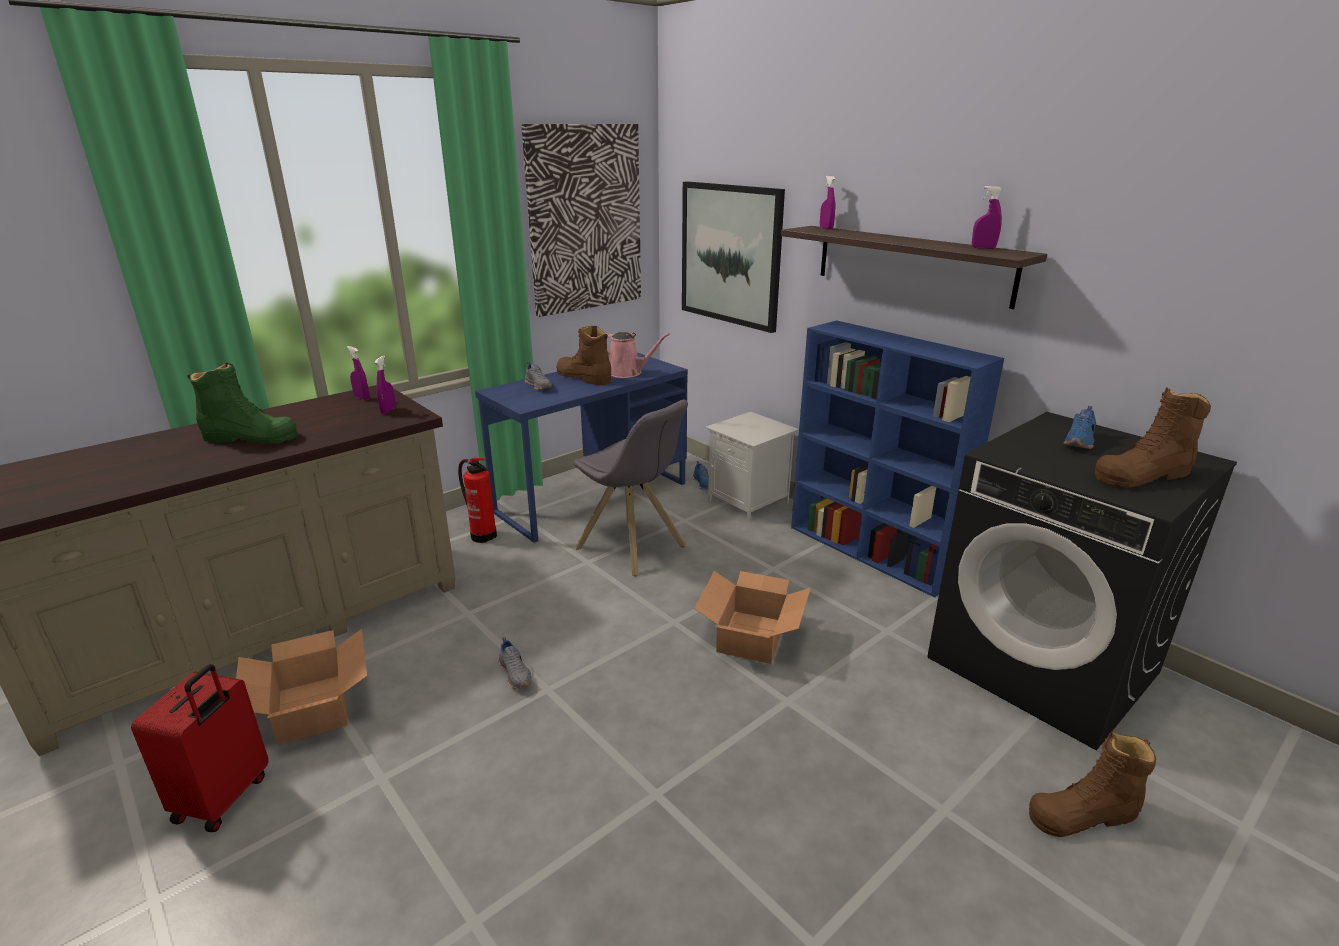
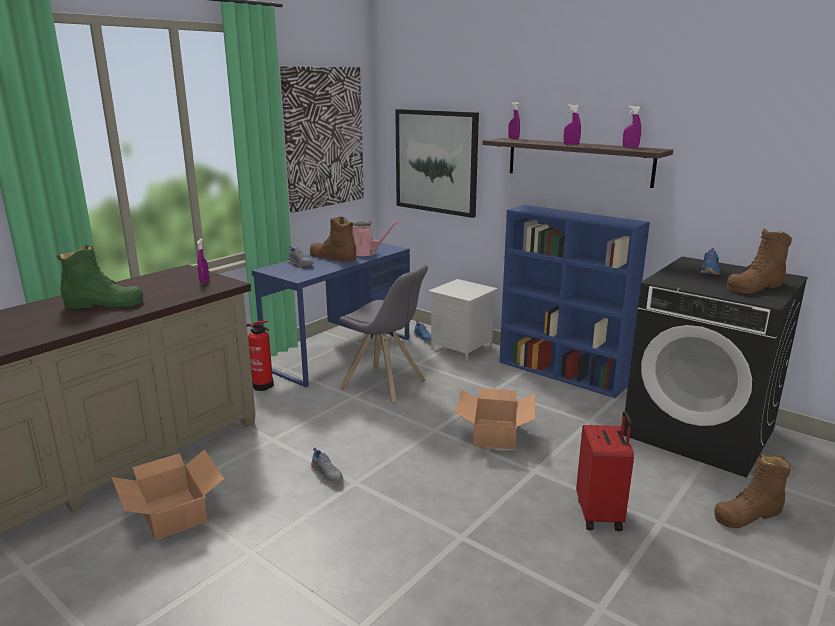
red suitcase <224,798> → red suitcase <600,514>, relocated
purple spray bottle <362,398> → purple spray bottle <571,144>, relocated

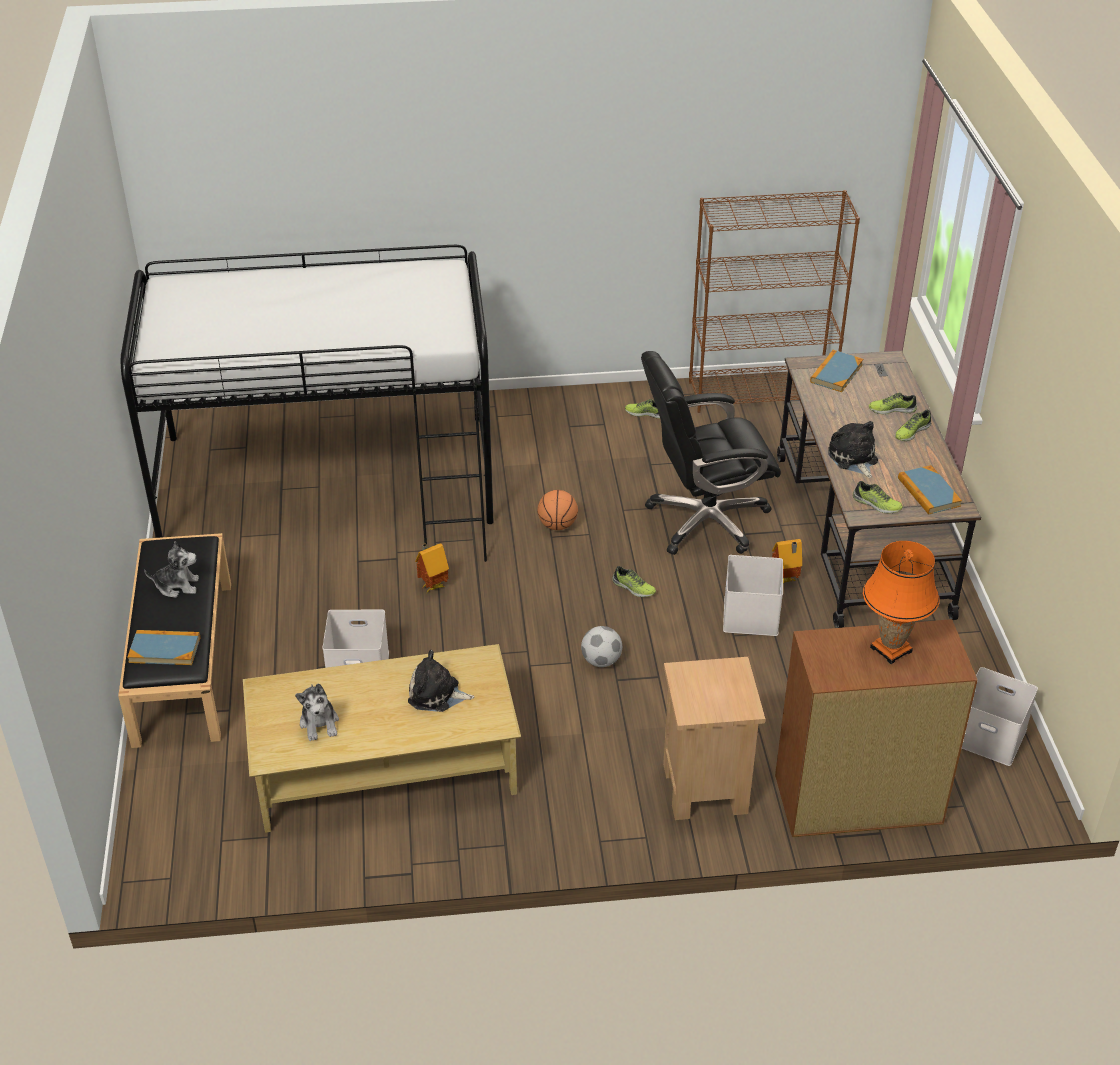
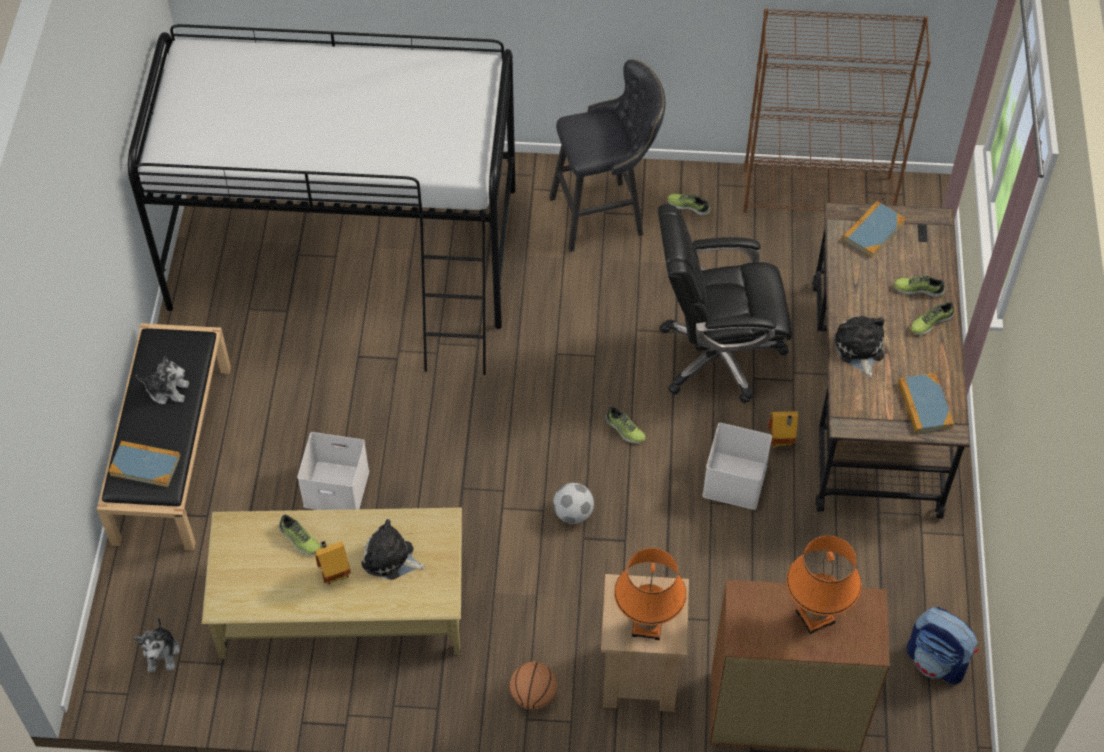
plush toy <319,723> → plush toy <162,653>, relocated
toy house <432,586> → toy house <334,574>, relocated
basketball <557,525> → basketball <533,695>, relocated
shoe <876,504> → shoe <299,539>, relocated
white storage box <991,736> → backpack <937,661>
- → black stool <607,213>
- → orange table lamp <647,625>

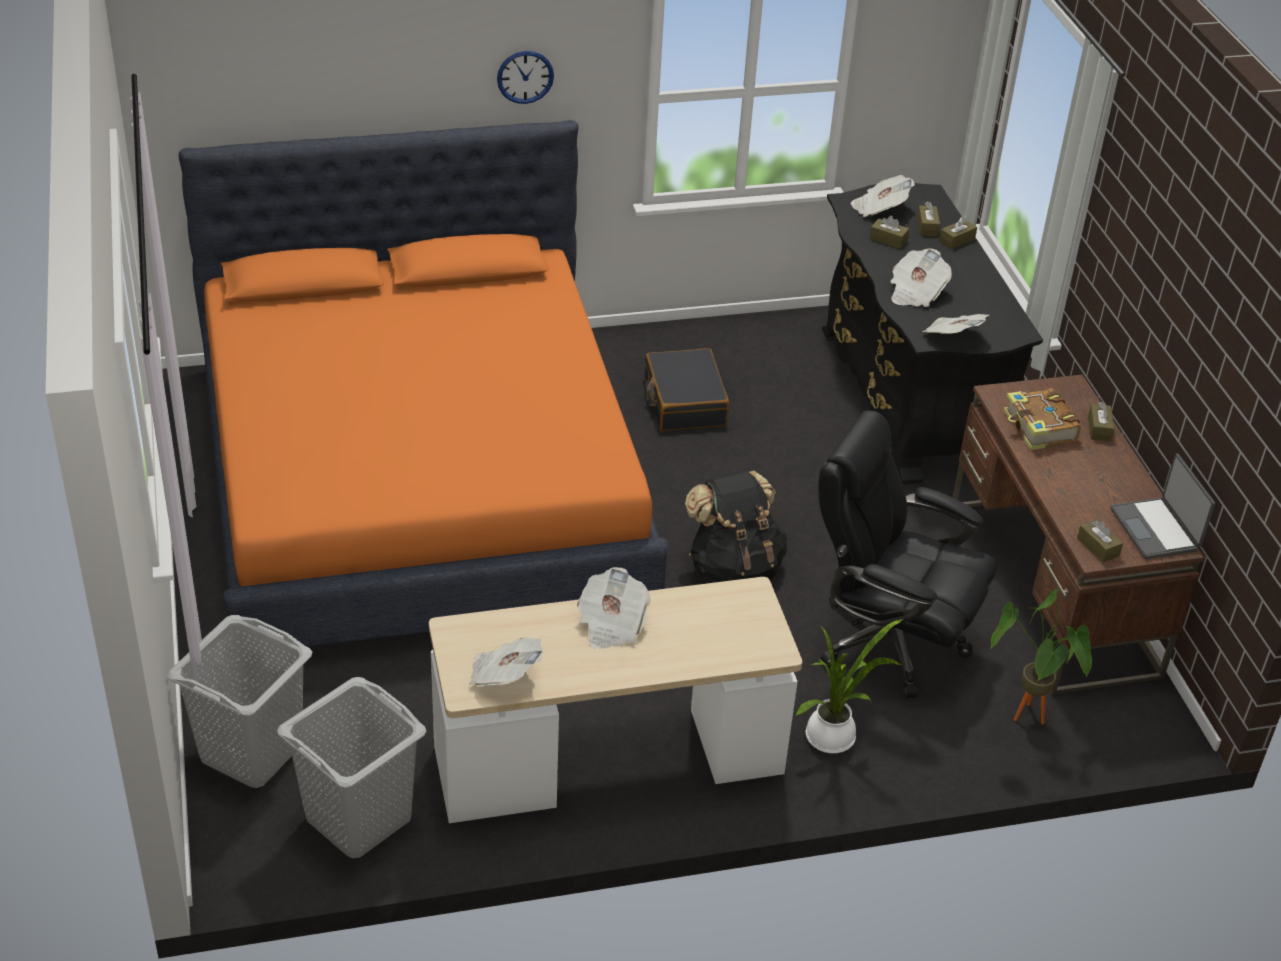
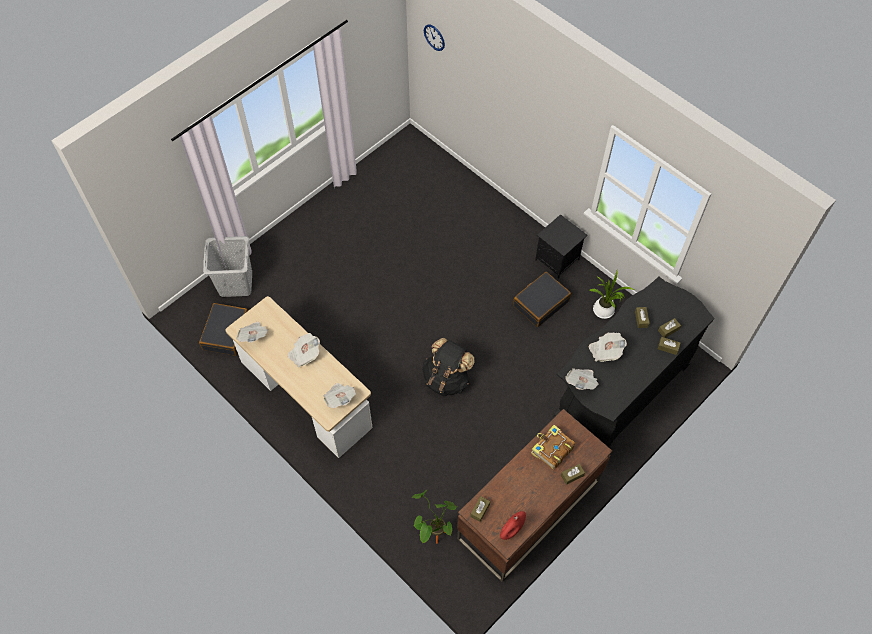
orange bed <419,484> → -
grey laundry basket <357,818> → black suitcase <226,333>
wall clock <525,77> → wall clock <434,37>, relocated
potted plant <834,737> → potted plant <604,311>, relocated
black office chair <890,642> → -
newspaper <879,209> → newspaper <340,398>, relocated
laptop <1156,529> → red vase <512,530>
- → black nightstand <558,260>

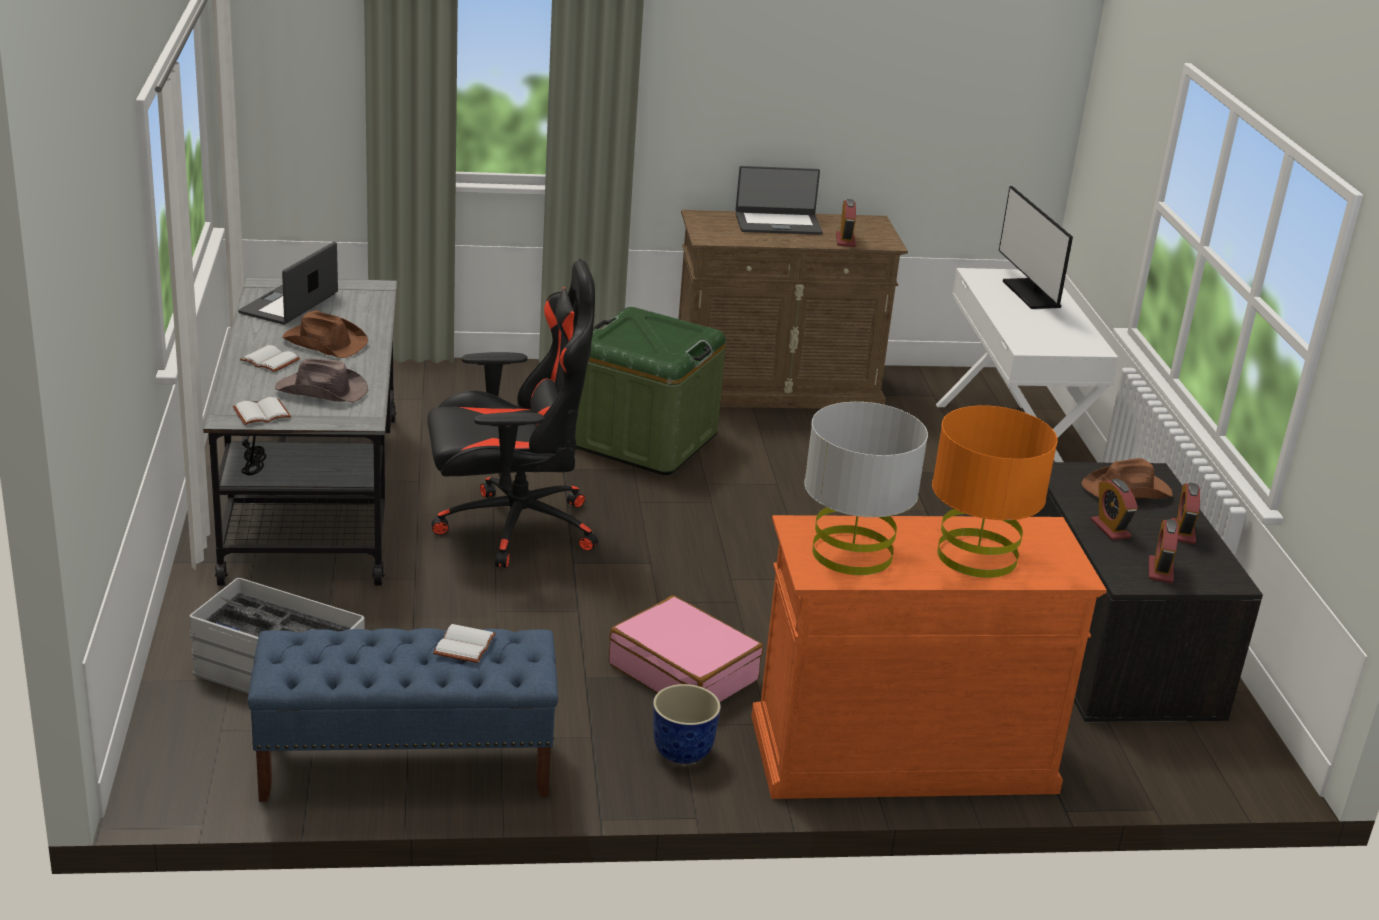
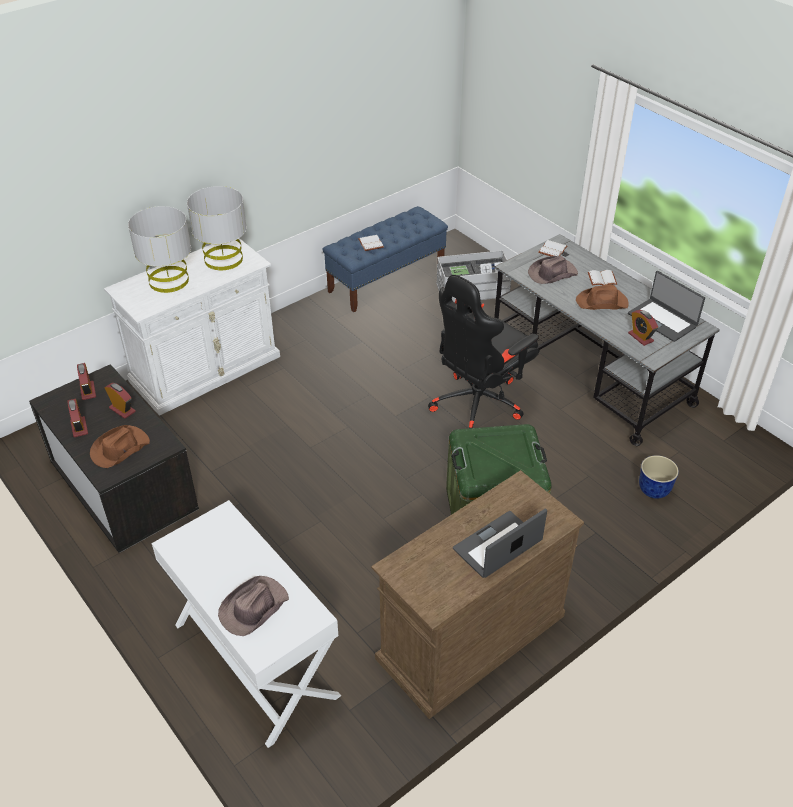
laptop <290,304> → laptop <662,320>, 150 degrees clockwise
pink suitcase <684,672> → -
planter <683,752> → planter <653,490>, relocated
orange dresser <902,754> → white dresser <205,368>
alarm clock <845,240> → alarm clock <640,337>, relocated
orange table lamp <977,556> → grey table lamp <169,281>
monitor <1031,294> → brown hat <253,608>

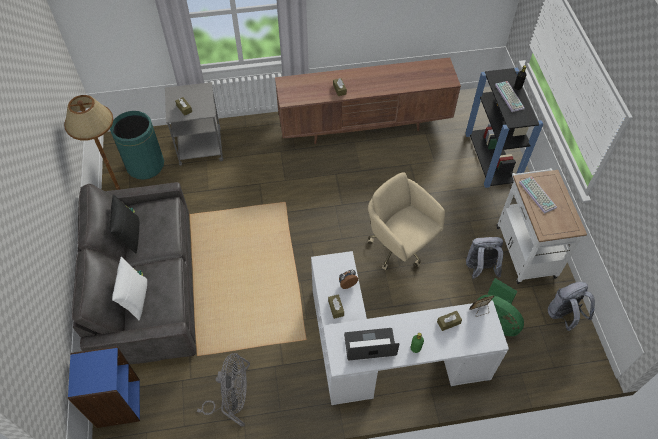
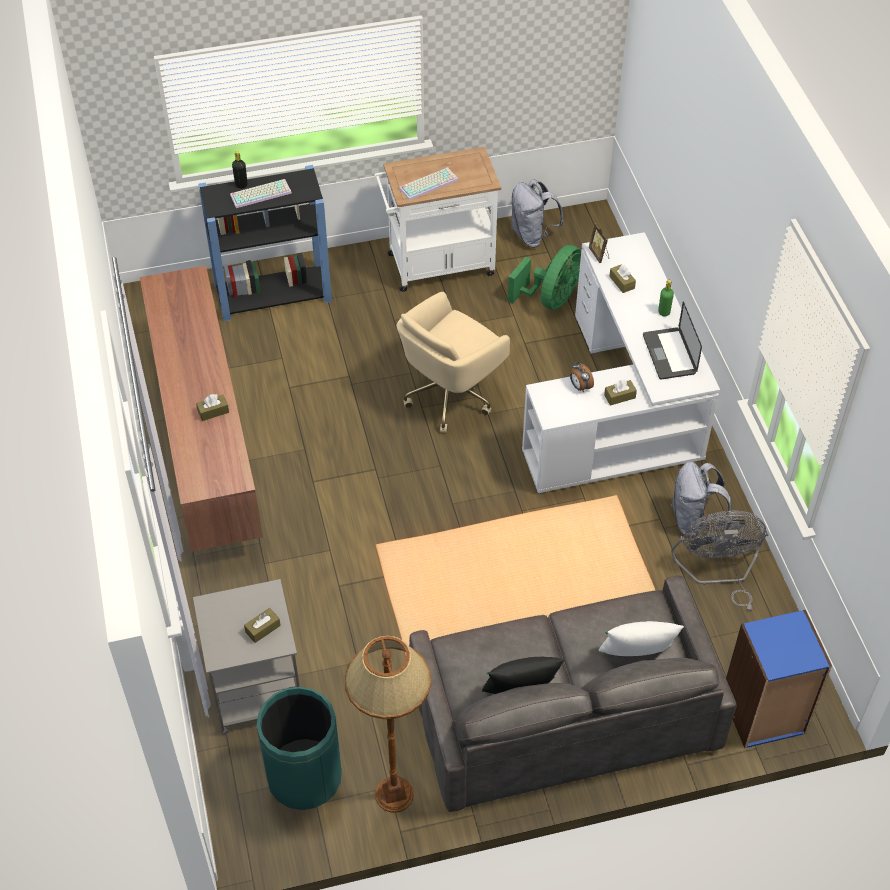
grey backpack <480,268> → grey backpack <694,520>, relocated

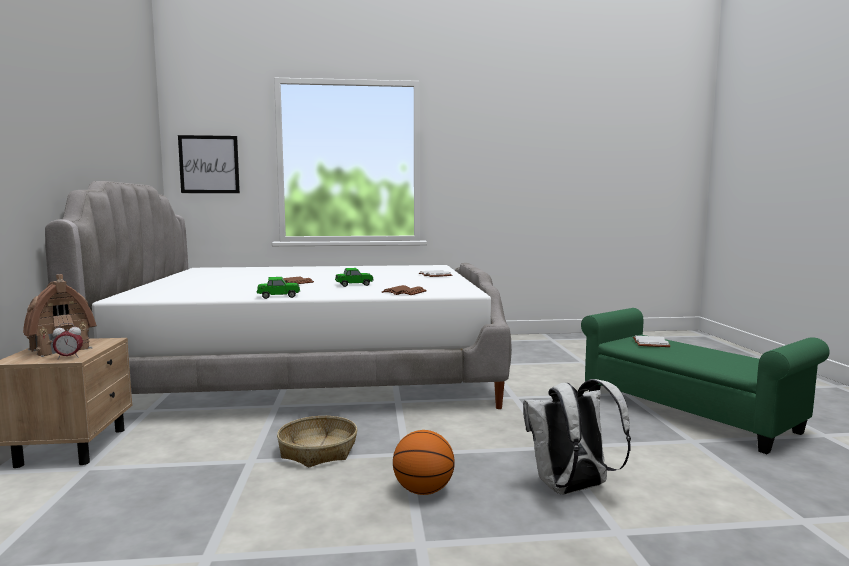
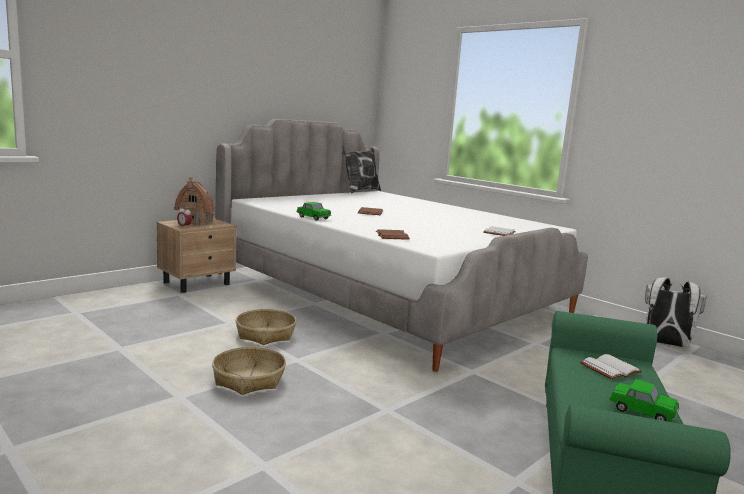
picture <209,164> → -
toy car <354,285> → toy car <642,412>, relocated
basketball <423,490> → basket <249,379>
white backpack <571,489> → white backpack <665,344>, relocated
- → pillow <359,191>

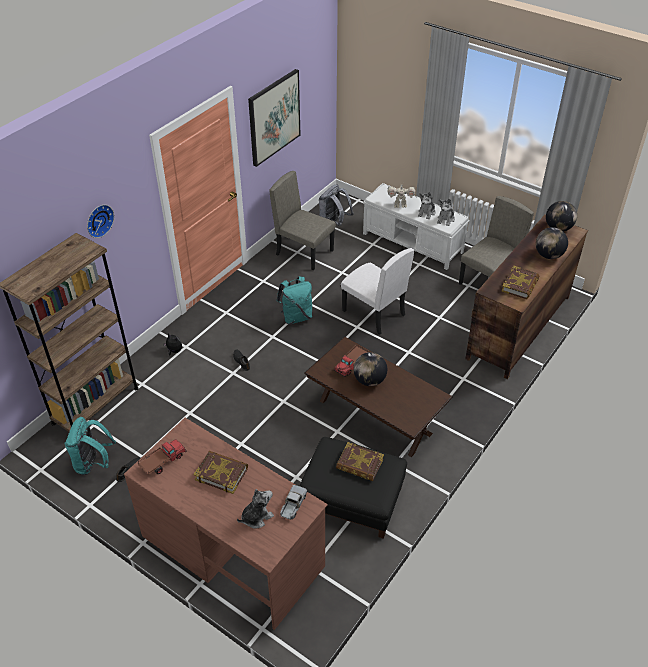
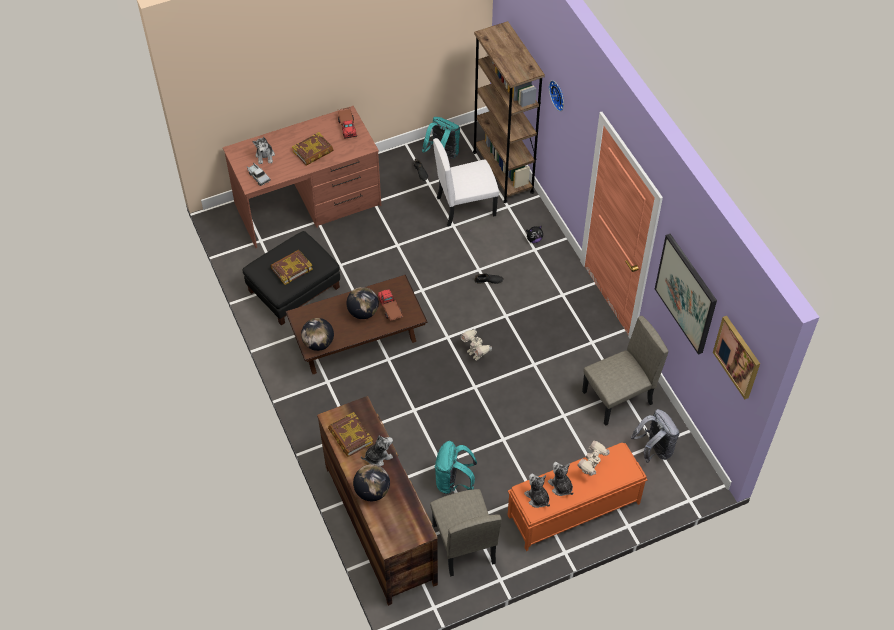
turquoise backpack <296,317> → turquoise backpack <453,481>, relocated
white chair <373,313> → white chair <466,206>, relocated
white bench <413,243> → orange bench <572,510>
globe <558,228> → globe <318,343>, relocated
- → plush toy <378,456>
- → toy robot <475,353>
- → picture <737,357>

